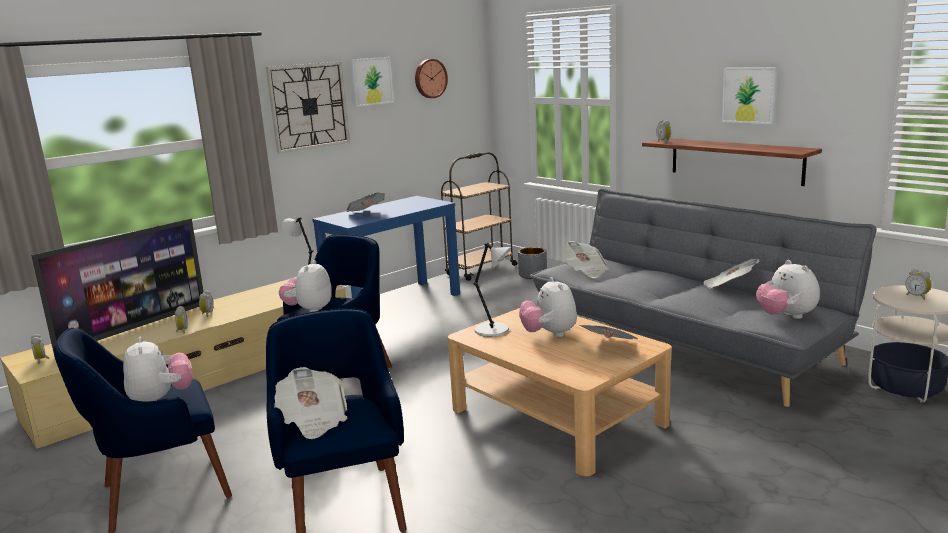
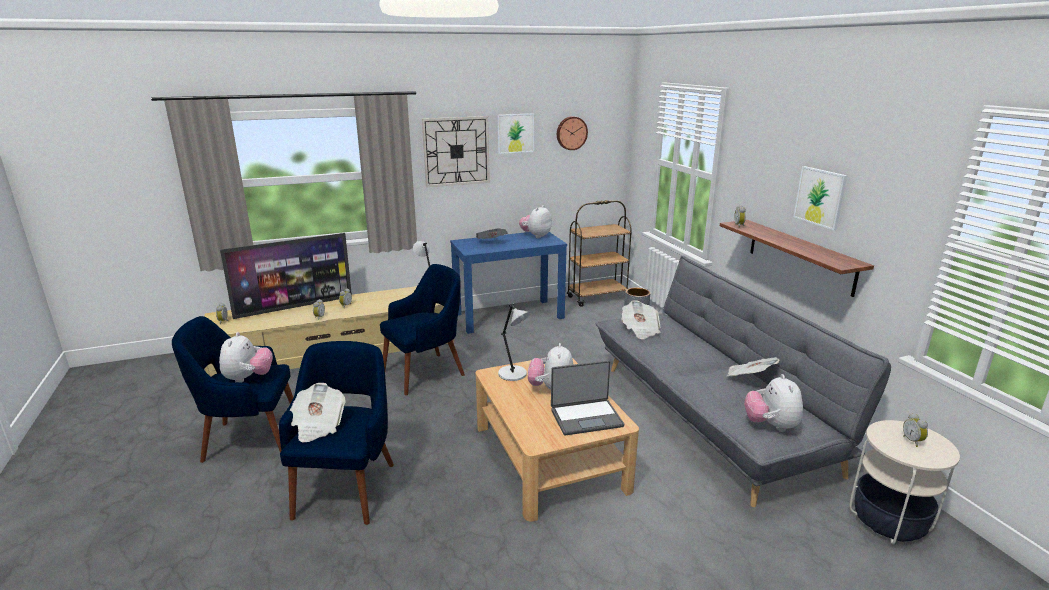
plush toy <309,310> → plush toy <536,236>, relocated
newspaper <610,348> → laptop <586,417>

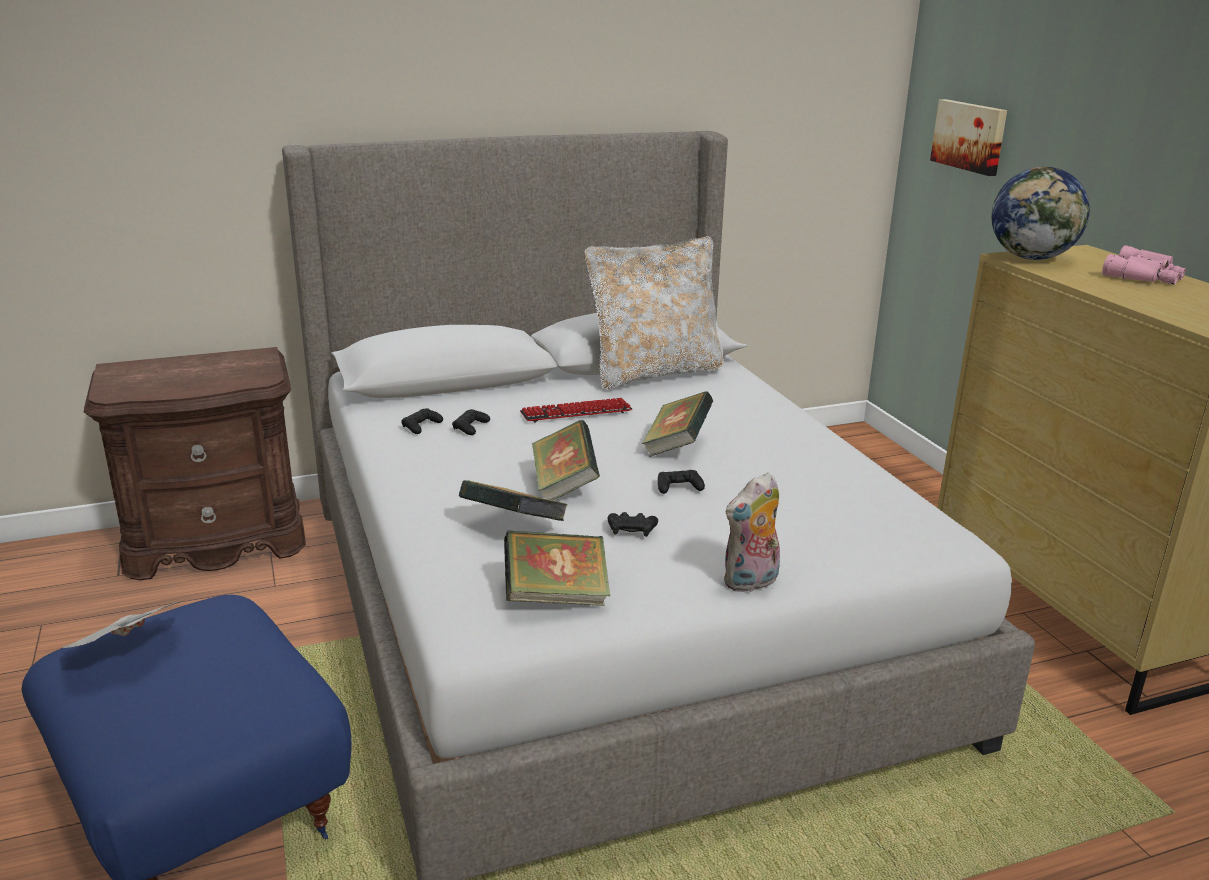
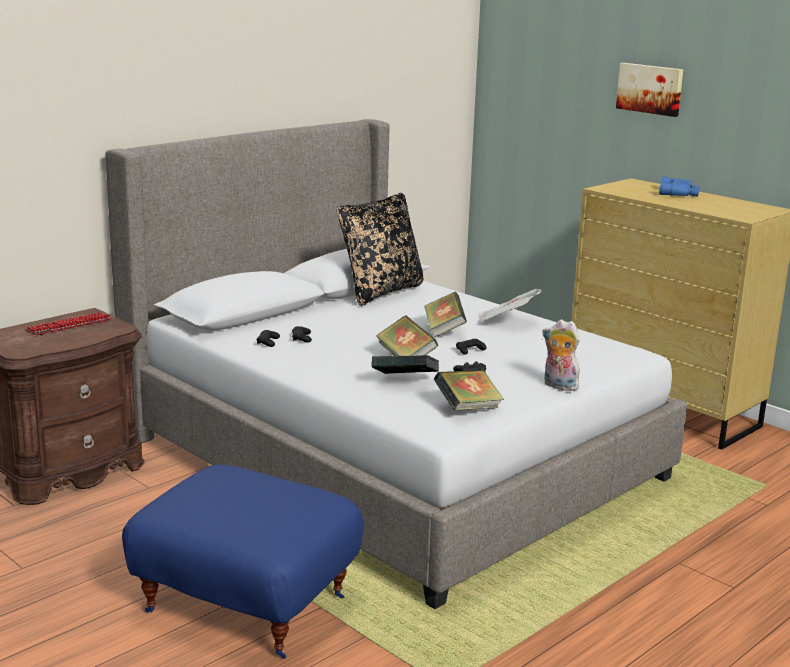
newspaper <127,651> → newspaper <506,321>, relocated
keyboard <576,412> → keyboard <69,326>, relocated
white pillow <656,375> → black pillow <382,293>
plush toy <751,582> → plush toy <558,386>, 90 degrees clockwise
picture <970,136> → picture <650,89>, relocated
globe <1032,258> → -
pink binoculars <1144,276> → blue binoculars <679,193>

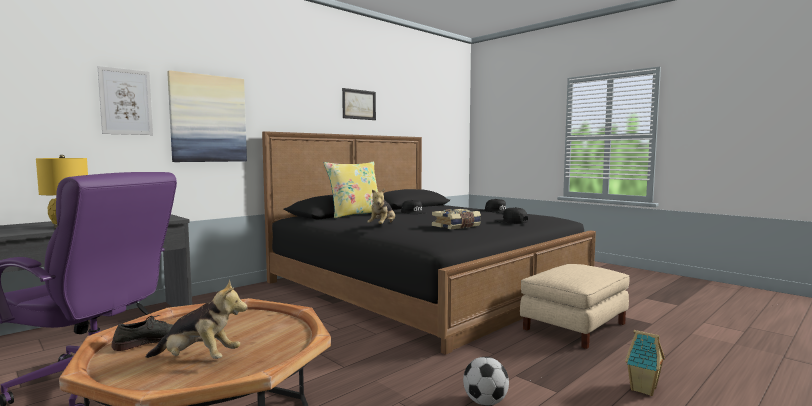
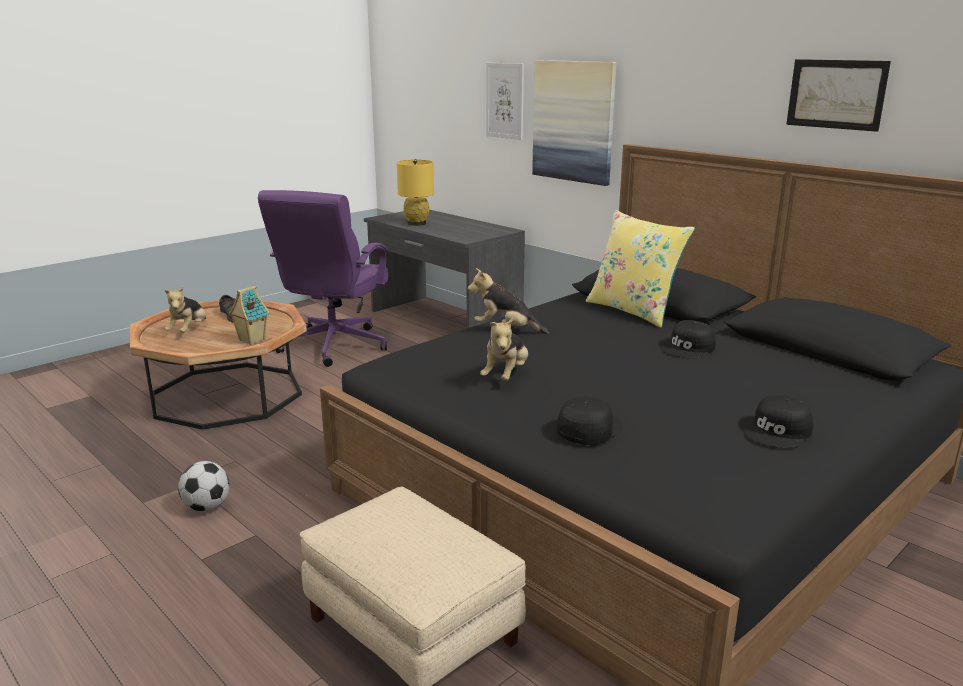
book <457,227> → plush toy <506,375>
toy house <644,389> → toy house <251,340>, relocated

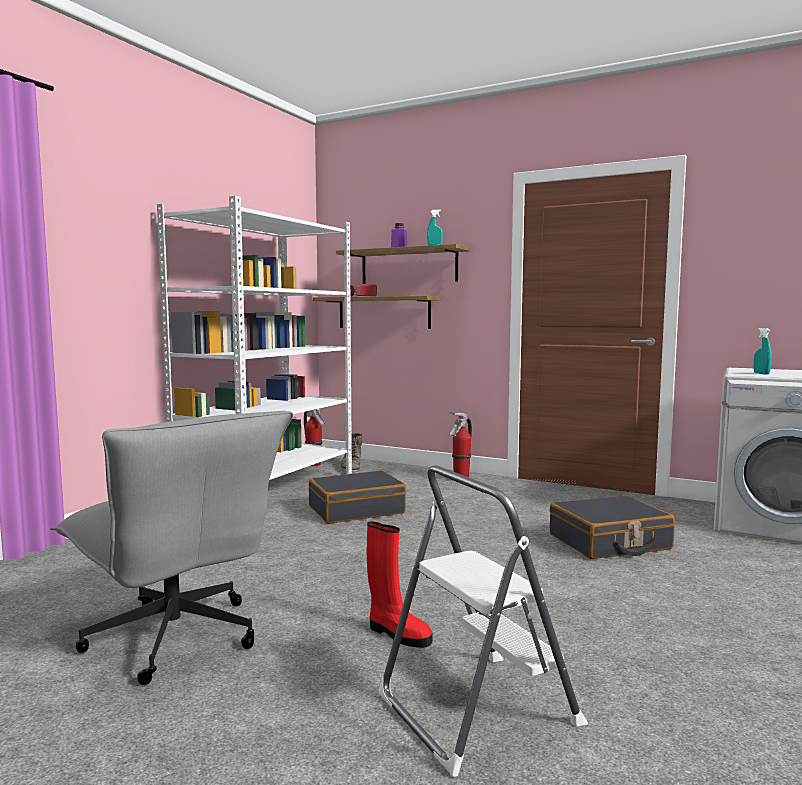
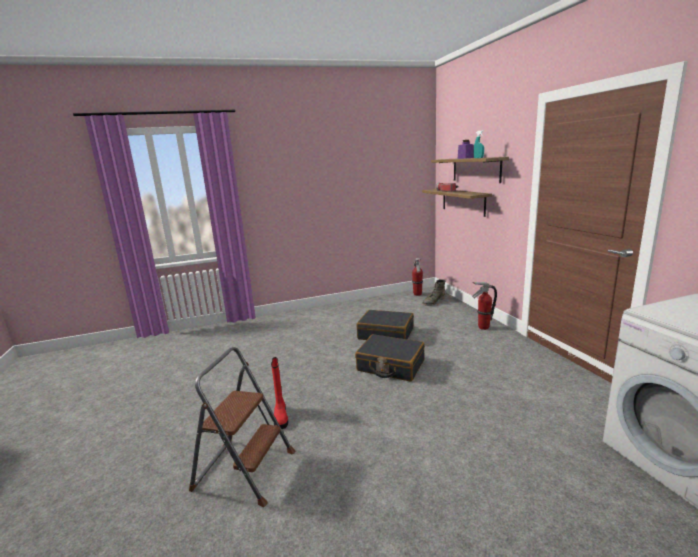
grey office chair <172,636> → -
white bookcase <268,490> → -
white step ladder <471,709> → brown step ladder <241,469>
black suitcase <609,542> → black suitcase <390,366>, relocated
turquoise spray bottle <761,373> → -

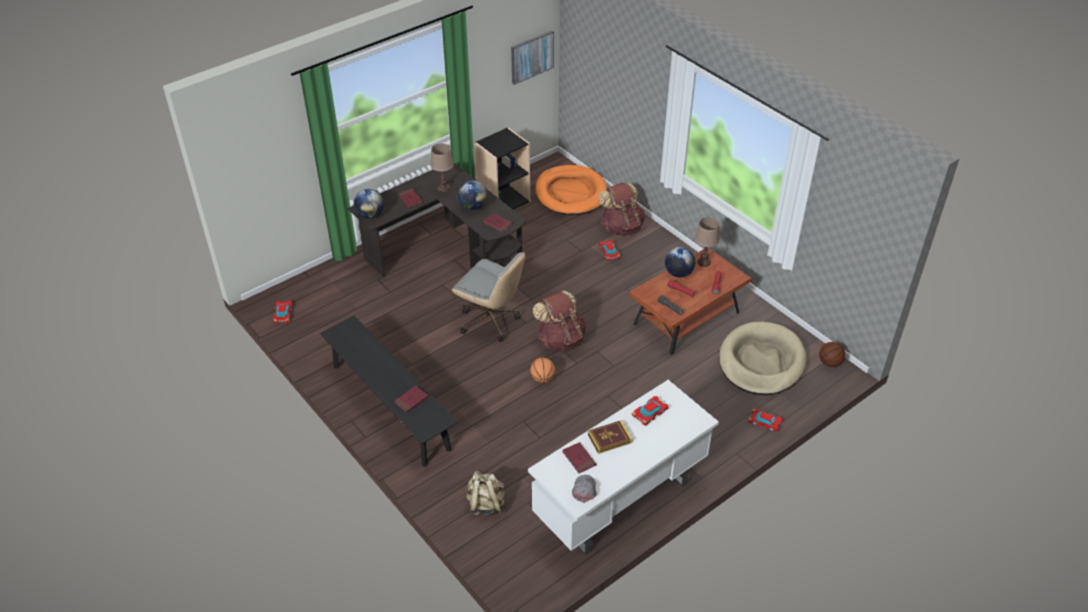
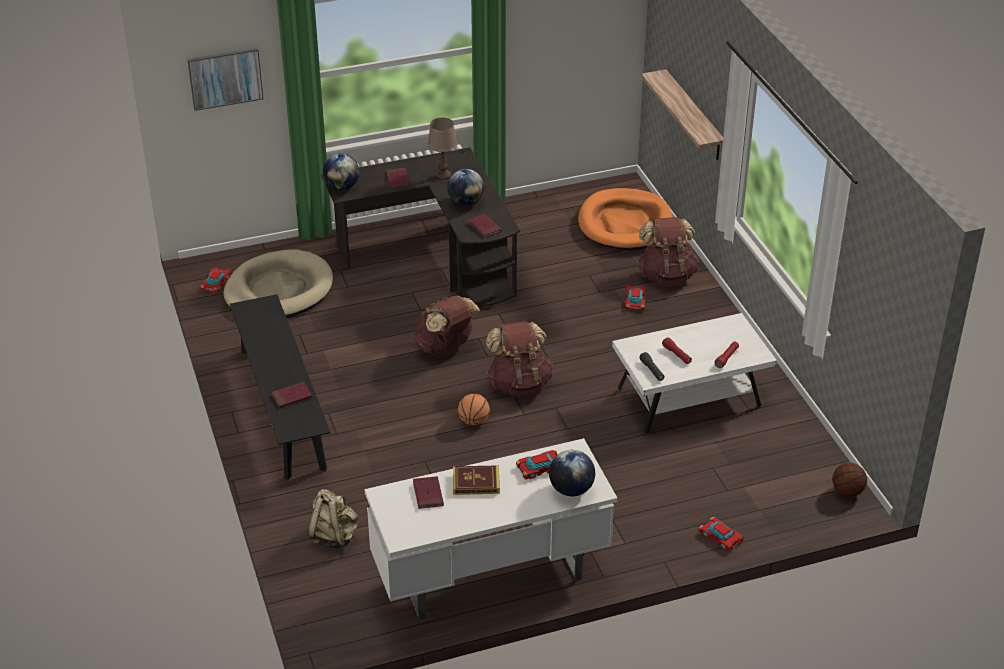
grey office chair <490,323> → brown backpack <445,347>
black bookcase <504,200> → -
picture <531,56> → picture <225,78>, relocated
grey cap <584,489> → -
brown coffee table <686,318> → white coffee table <689,397>
globe <678,273> → globe <571,490>, relocated
brown table lamp <704,262> → -
beige dog bed <761,362> → beige dog bed <278,291>, relocated
- → shelf <693,116>

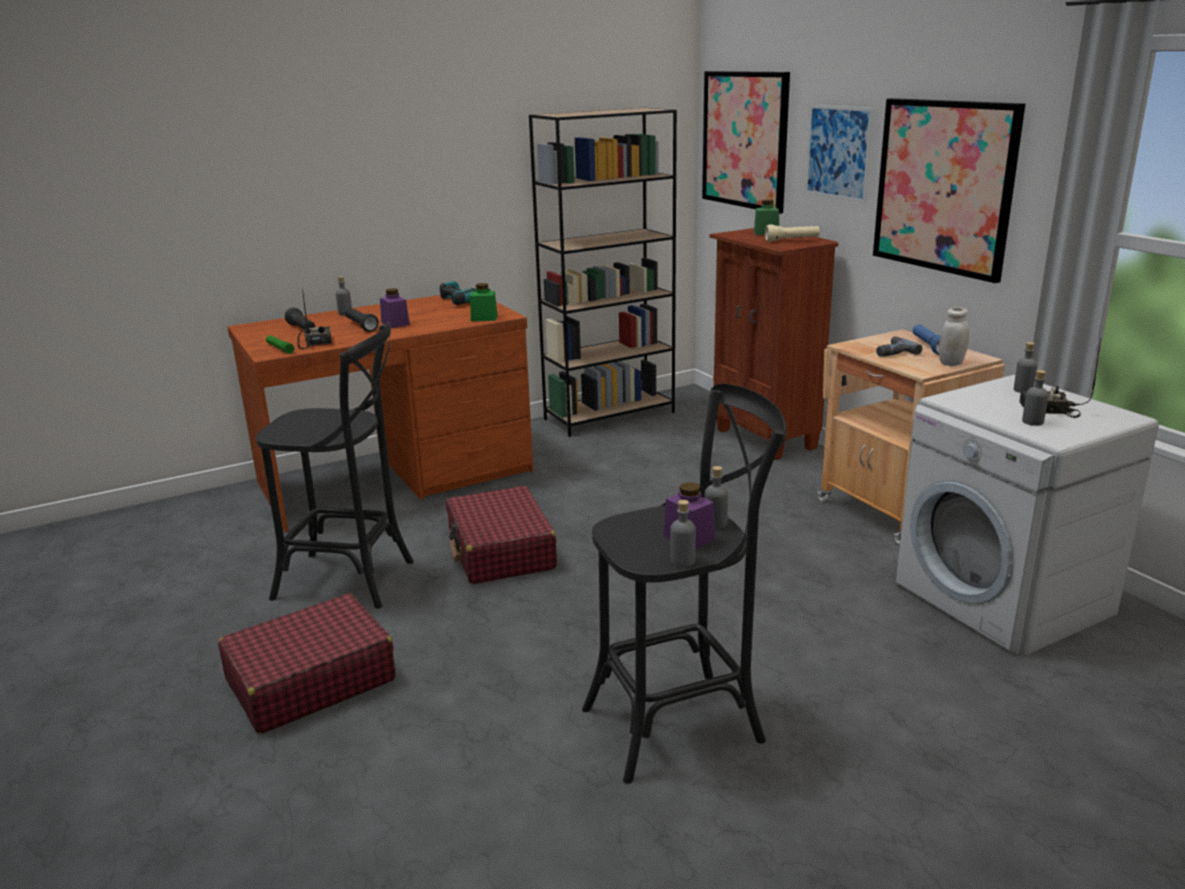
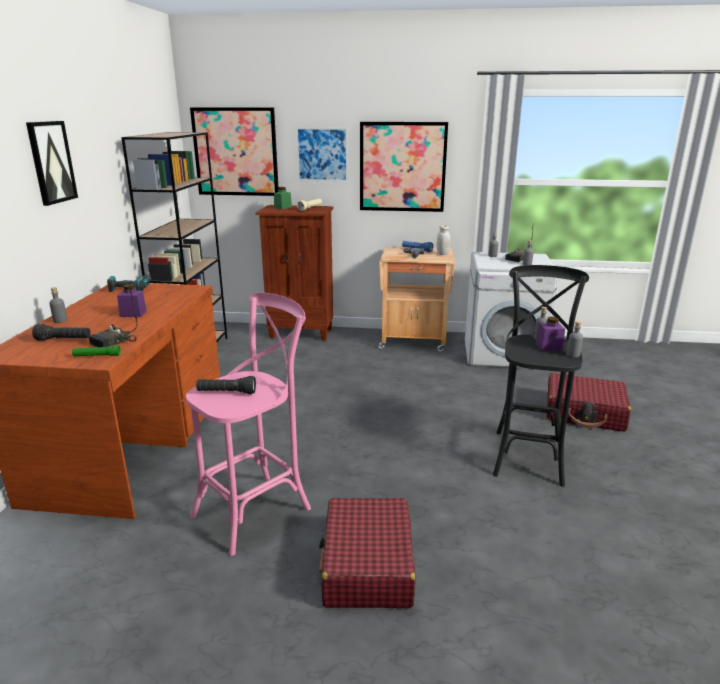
black stool <350,580> → pink stool <257,510>
radio <315,343> → radio <113,342>, 75 degrees counterclockwise
black flashlight <360,326> → black flashlight <226,393>, relocated
red suitcase <501,551> → red suitcase <584,413>, relocated
green jar <484,318> → -
- → picture <51,162>

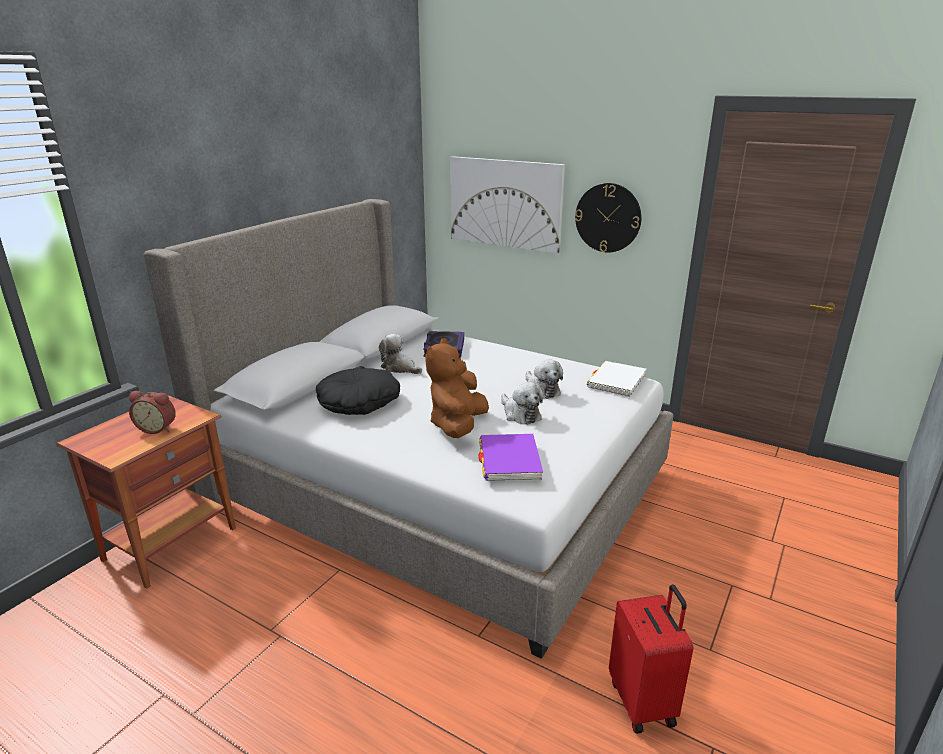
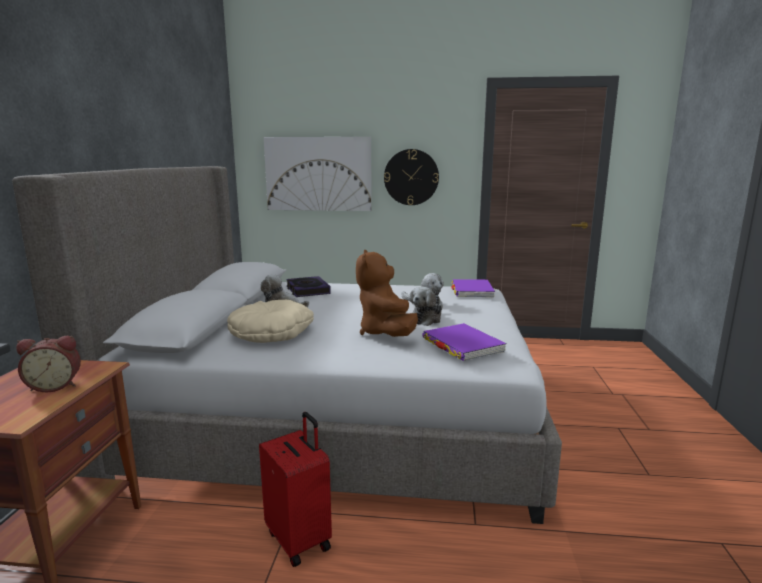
black pillow <358,402> → beige pillow <269,333>
plush toy <520,414> → plush toy <427,319>, 90 degrees clockwise
white book <616,381> → purple book <472,291>
red suitcase <643,702> → red suitcase <300,539>, relocated

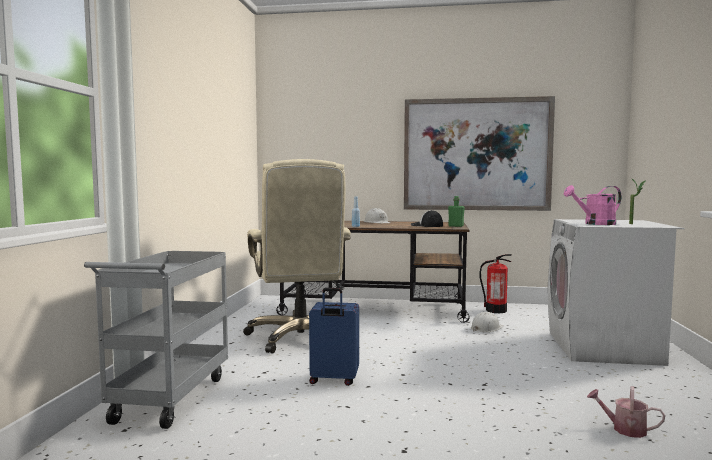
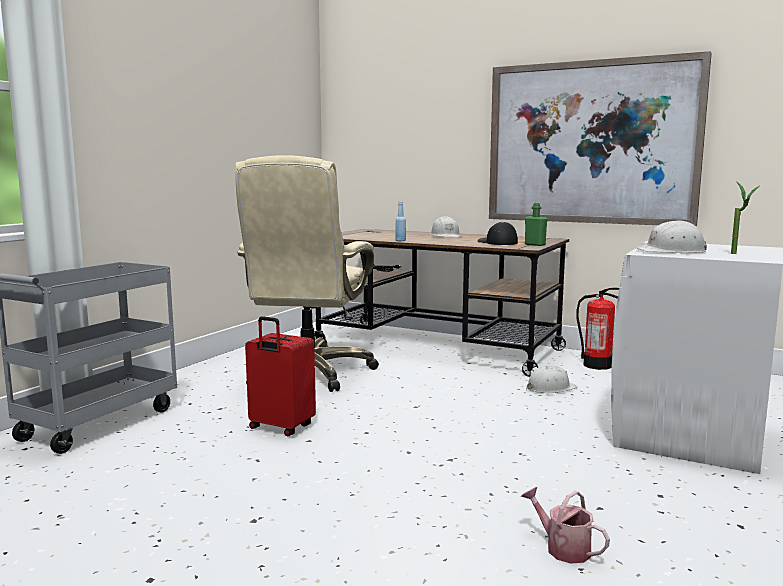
blue suitcase <334,380> → red suitcase <280,428>
pink watering can <595,224> → white hard hat <672,251>

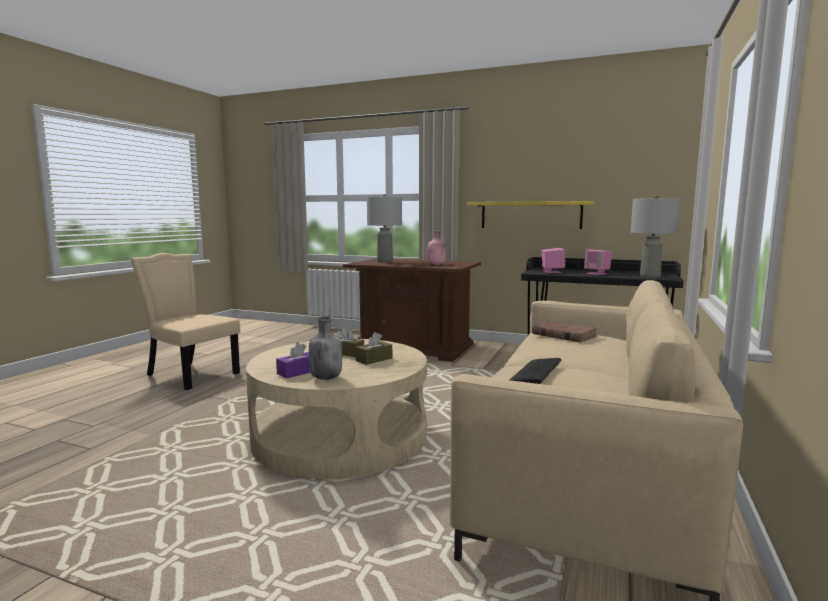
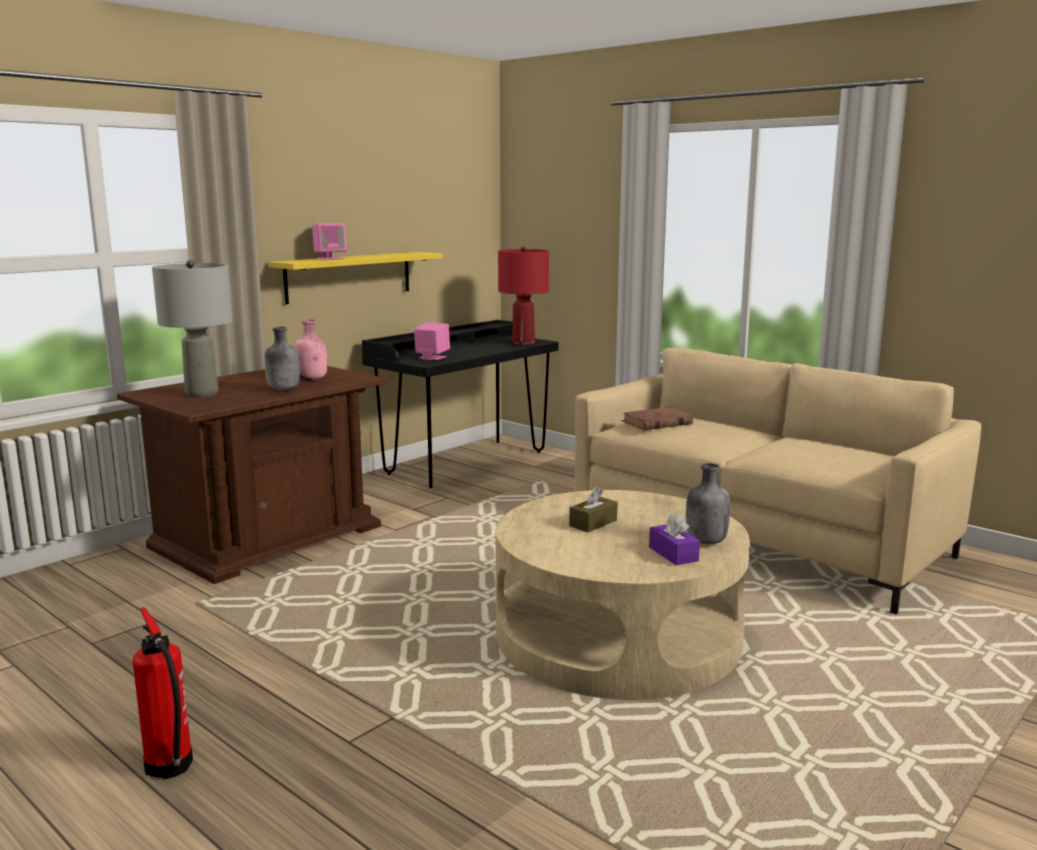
beige chair <192,375> → fire extinguisher <169,767>
brown tissue box <374,359> → -
keyboard <536,372> → -
pink speaker <597,273> → pink speaker <330,258>, relocated
grey table lamp <649,277> → red table lamp <522,343>
- → grey bottle <283,390>

